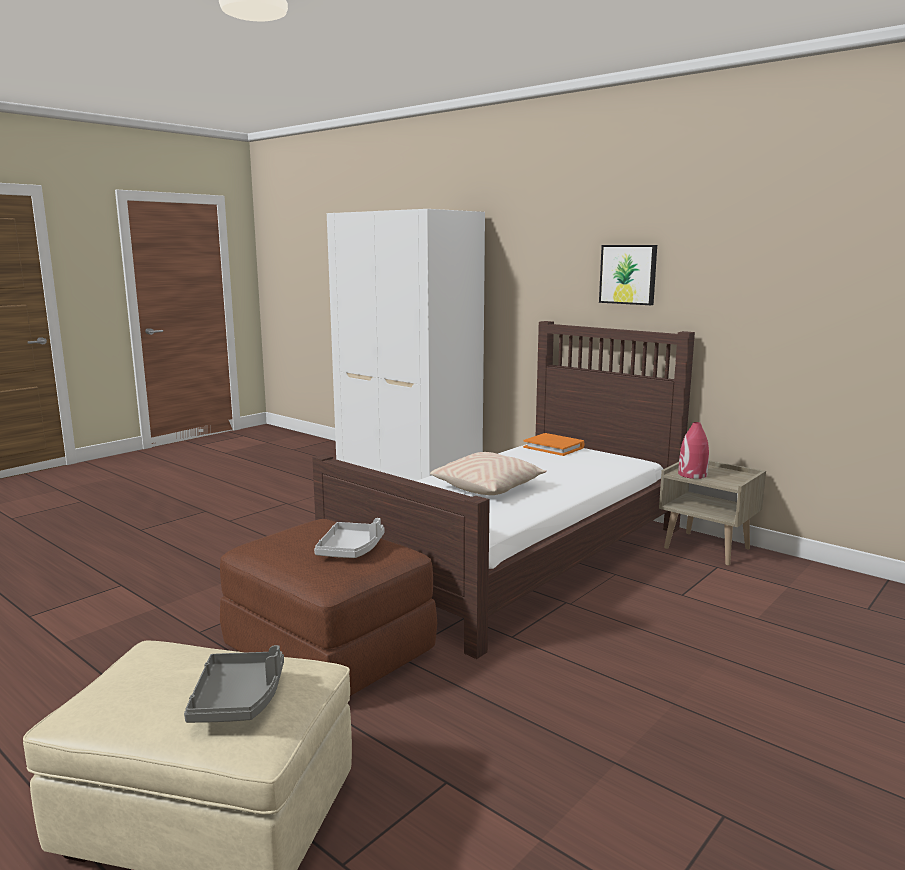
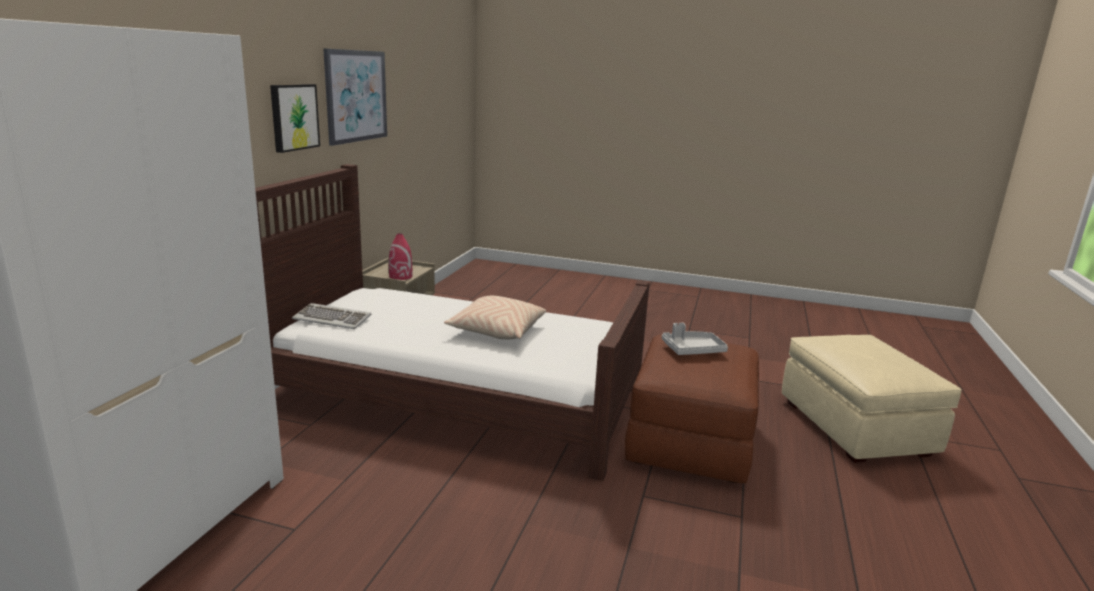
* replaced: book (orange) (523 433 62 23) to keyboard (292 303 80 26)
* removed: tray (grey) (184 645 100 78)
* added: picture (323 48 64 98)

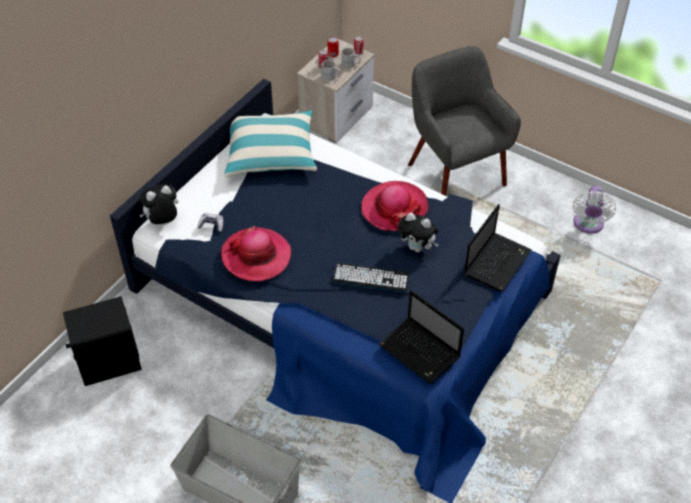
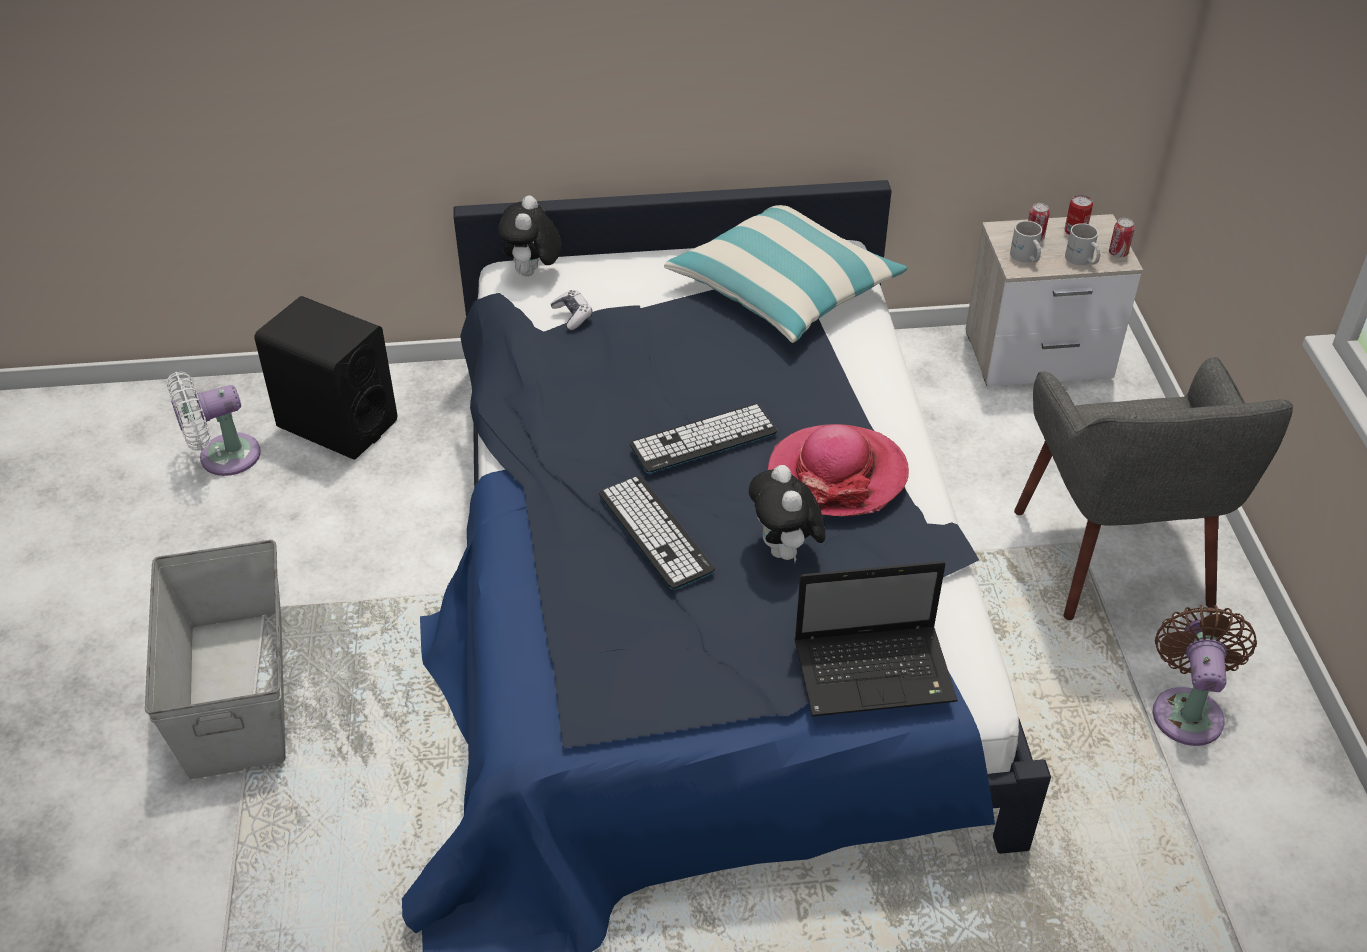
* turned: armchair (grey) (408 46 113 150) = (1014 357 279 263) 150 degrees clockwise
* turned: plush toy (139 184 40 40) = (498 195 63 81) 105 degrees counterclockwise
* moved: fan (white) (573 186 43 48) to (167 372 94 104)
* removed: hat (221 226 71 55)
* removed: laptop (378 290 86 94)
* added: keyboard (630 404 147 69)
* added: fan (brown) (1153 605 104 141)

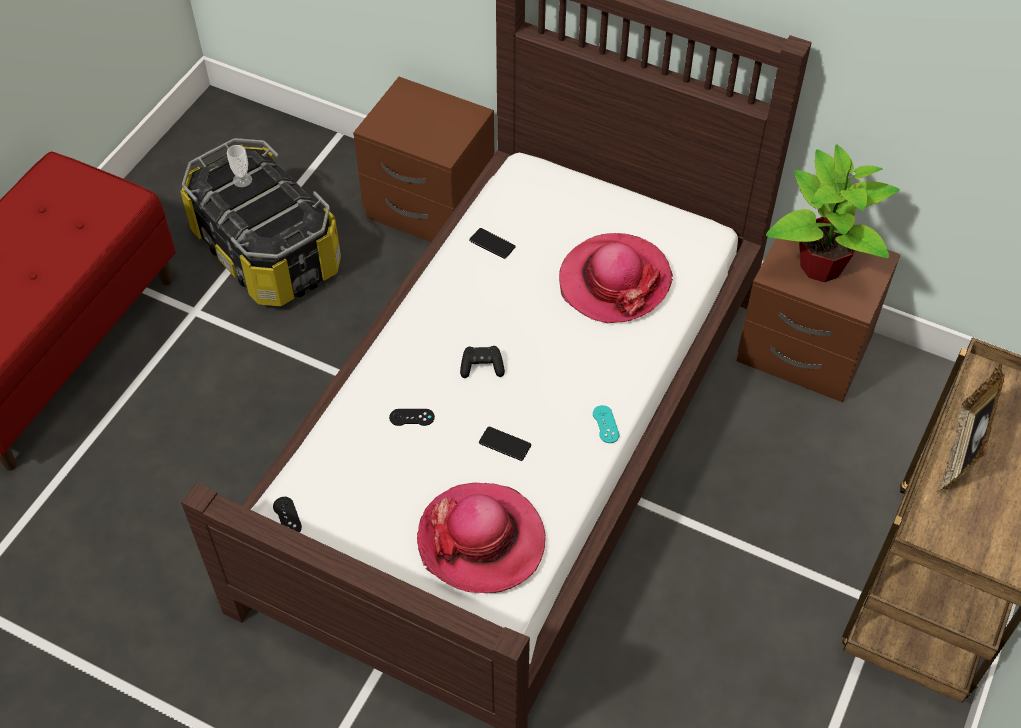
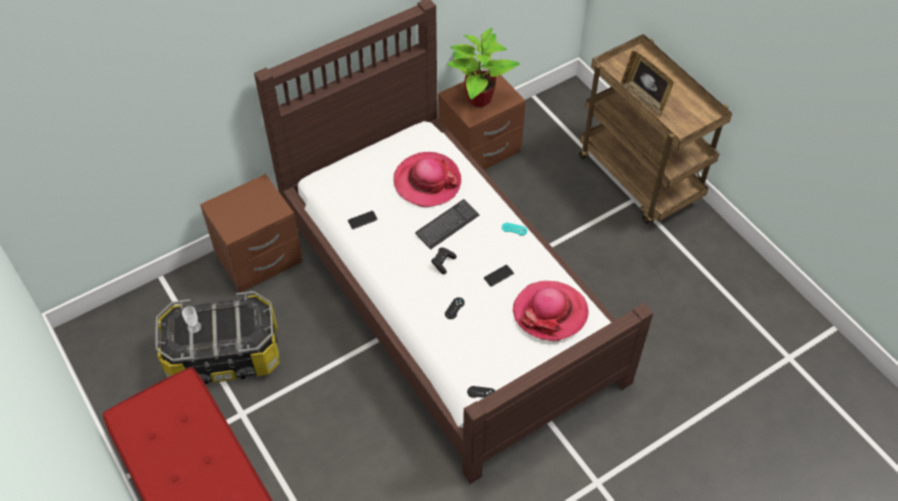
* added: keyboard (415 199 64 51)

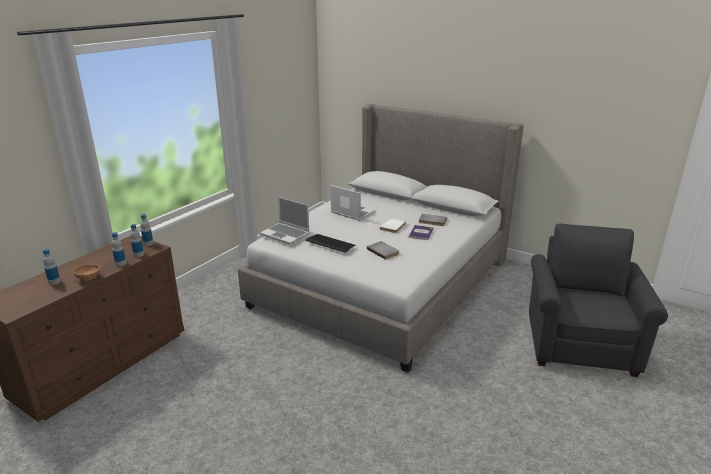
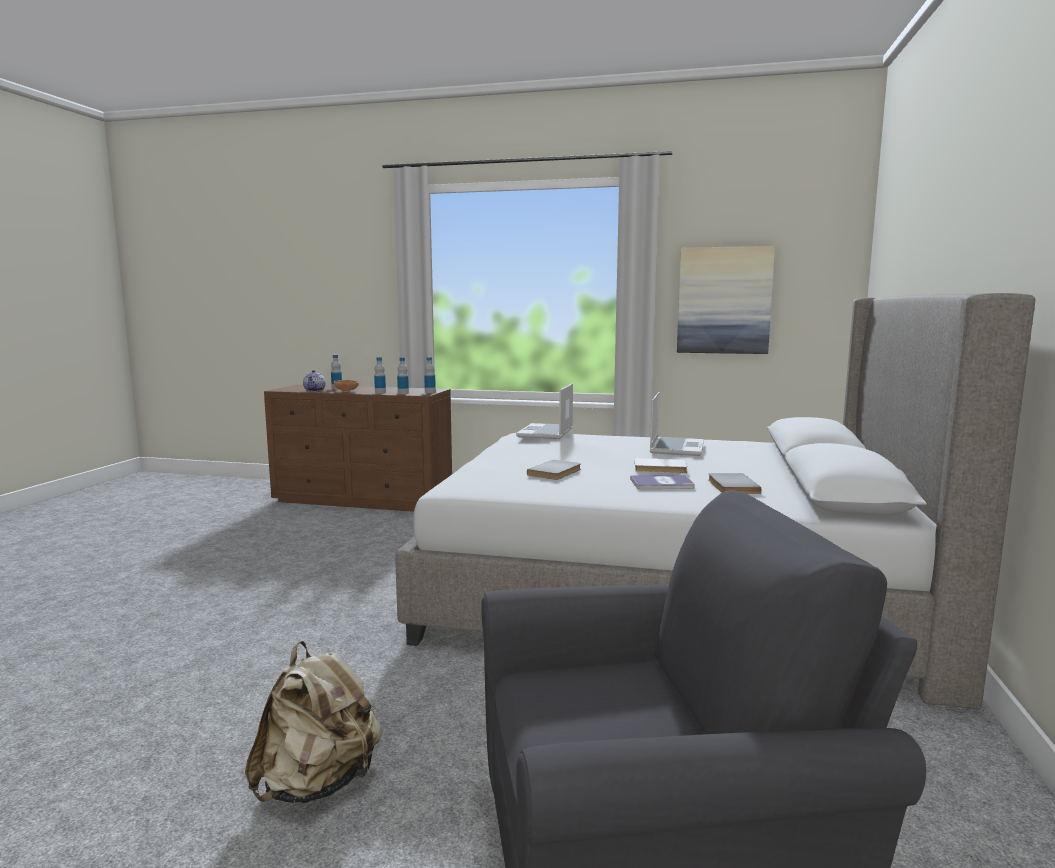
* removed: keyboard (305 234 51 19)
* added: picture (677 246 98 108)
* added: teapot (303 370 22 22)
* added: backpack (beige) (245 641 137 162)

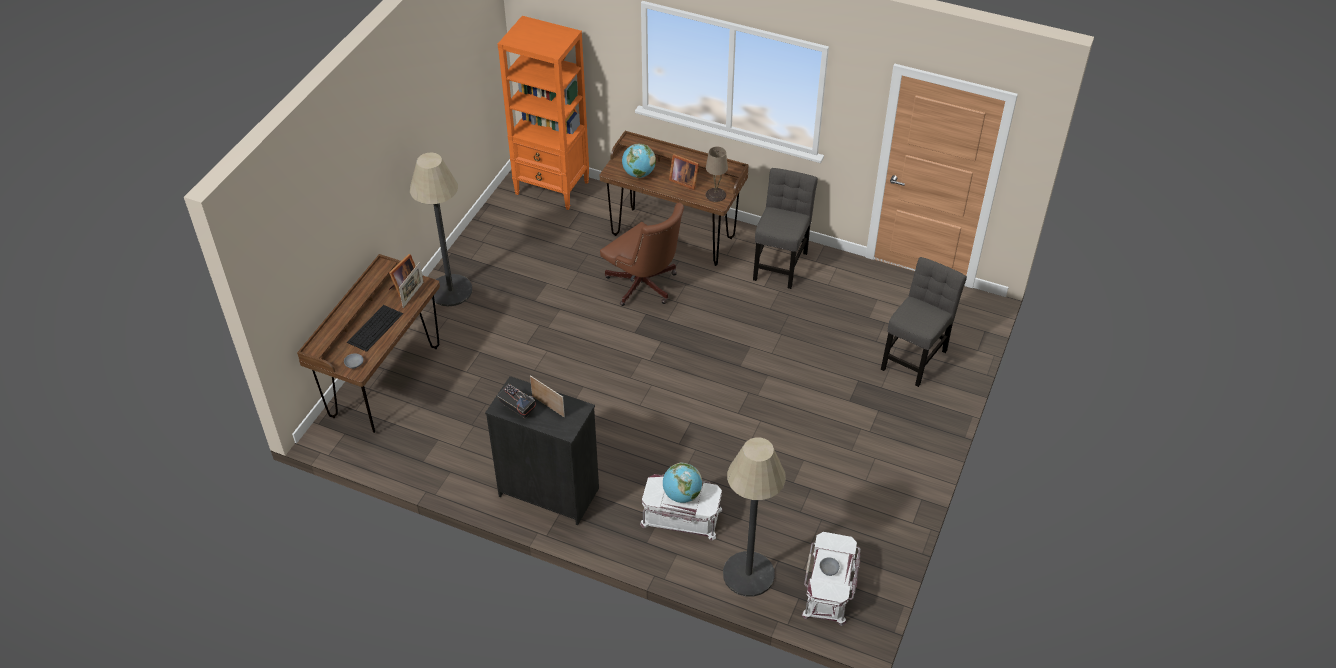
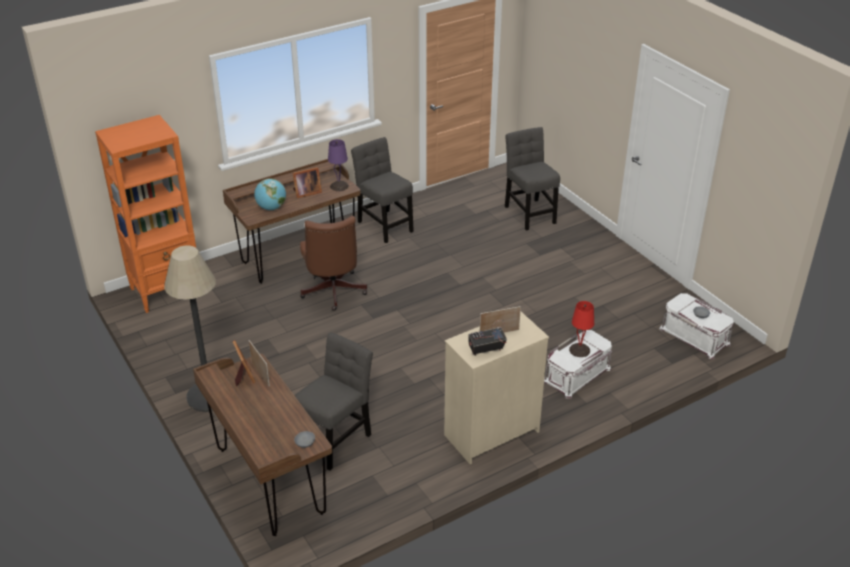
* recoloured: table lamp (beige) (706 147 22 55) to table lamp (purple) (328 139 21 52)
* turned: office chair (brown) (600 202 84 104) = (300 216 67 95) 90 degrees clockwise
* removed: keyboard (347 305 56 47)
* recoloured: dresser (black) (485 376 114 149) to dresser (beige) (444 311 105 153)
* removed: floor lamp (723 437 63 160)
* replaced: globe (663 462 39 41) to table lamp (red) (569 301 25 56)
* added: chair (grey) (295 333 78 138)

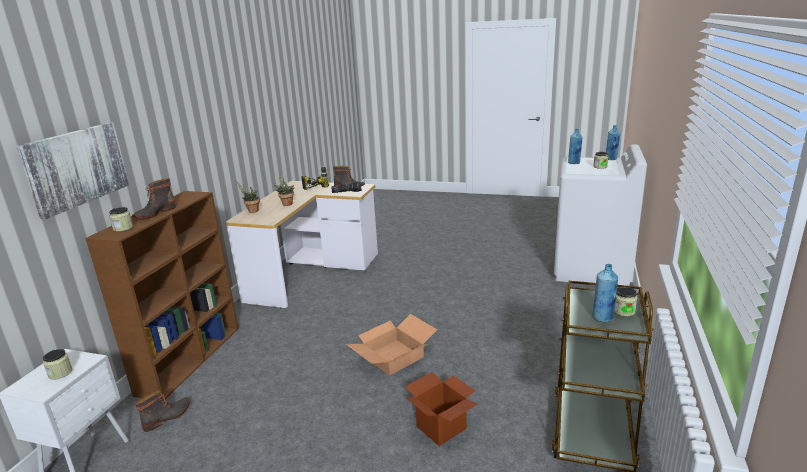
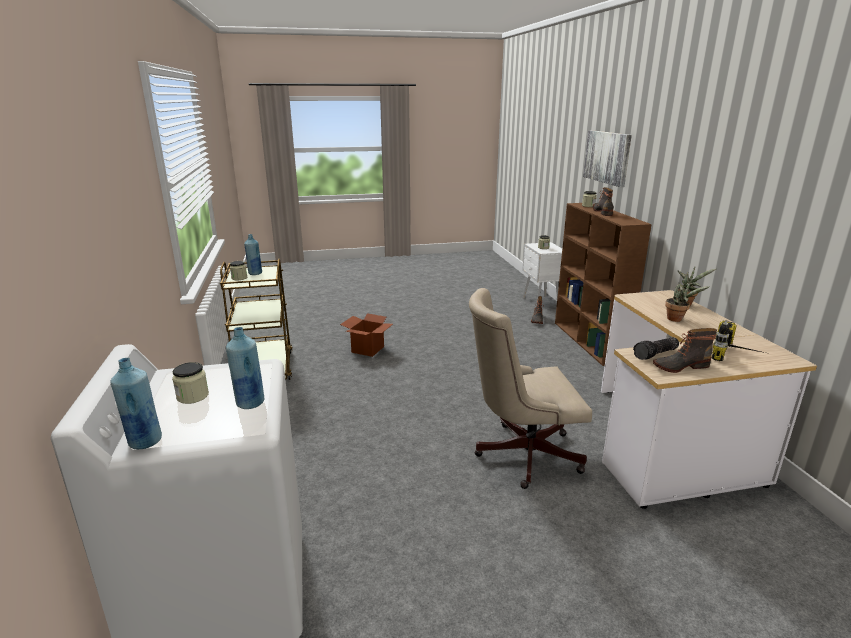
* removed: cardboard box (346 314 91 62)
* added: office chair (beige) (469 288 123 201)

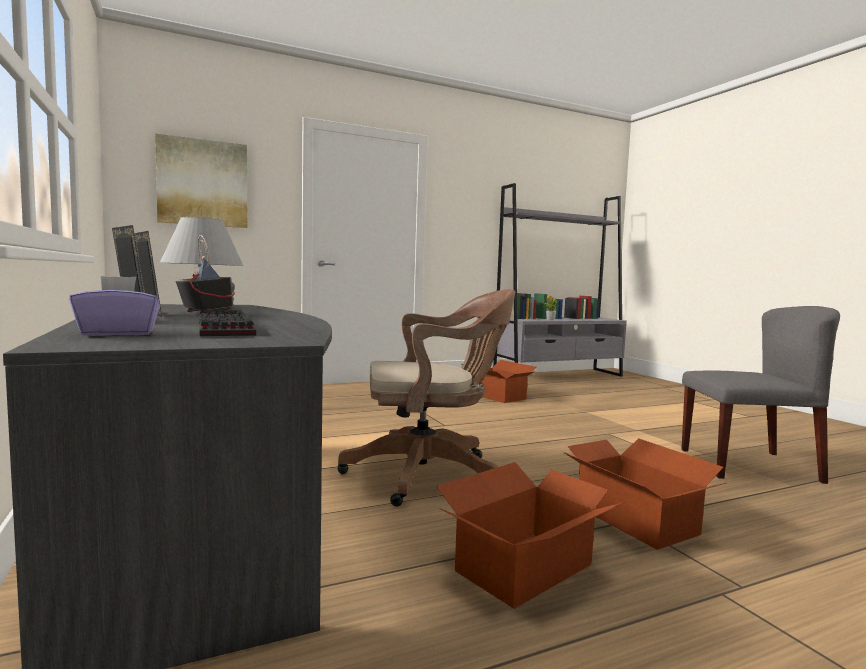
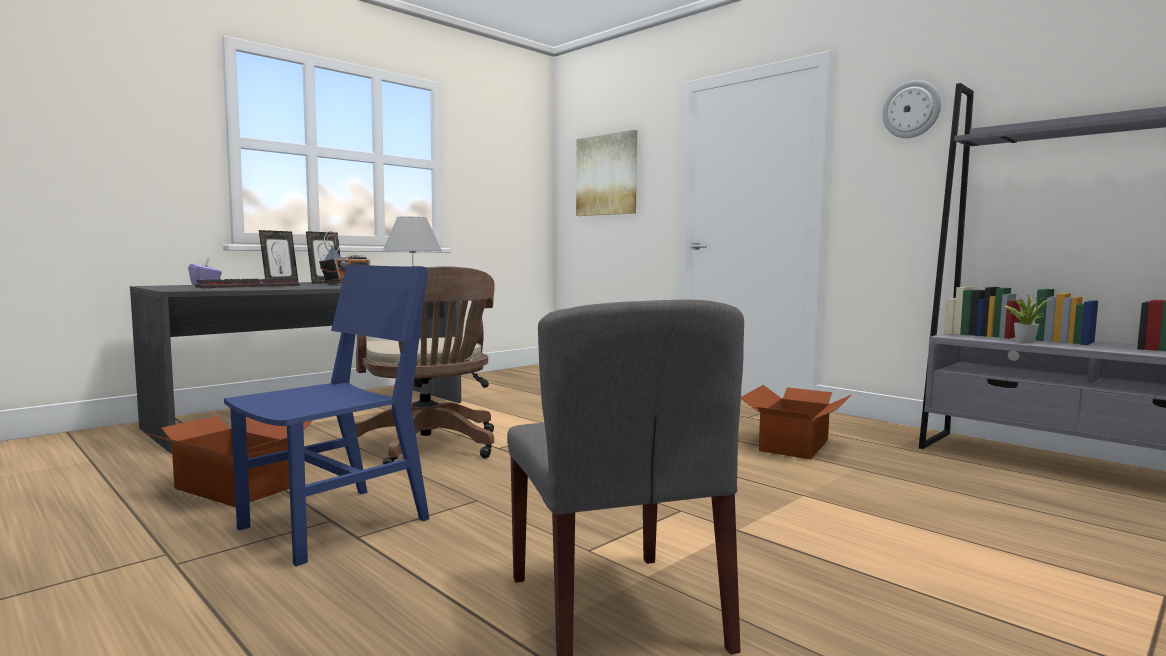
* replaced: cardboard box (562 438 164 112) to chair (blue) (224 264 205 303)
* added: wall clock (882 80 59 58)

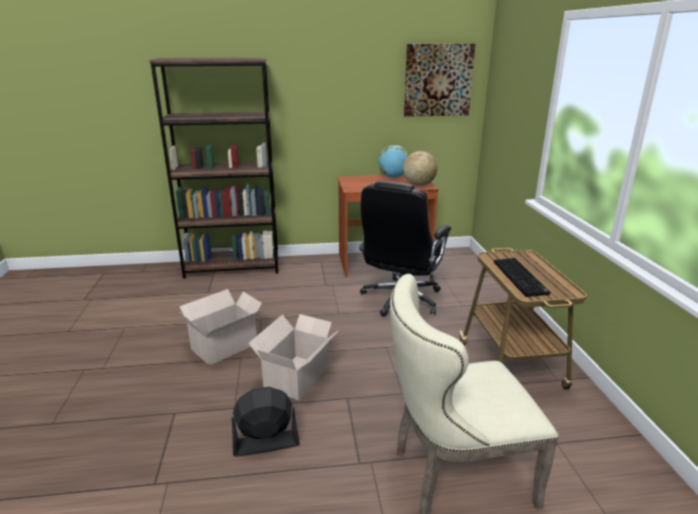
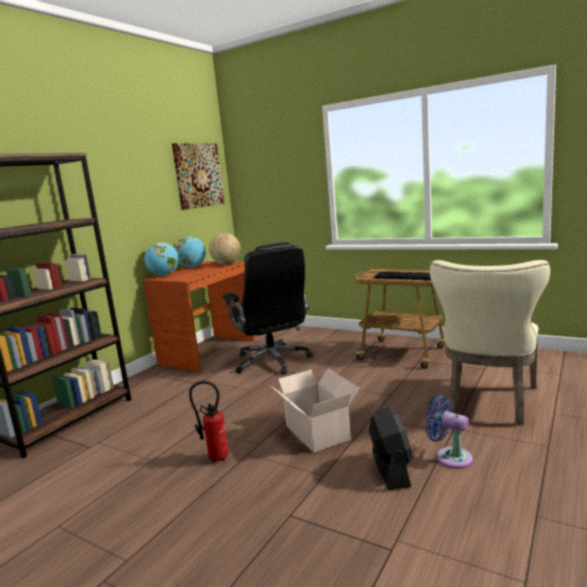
* replaced: cardboard box (179 289 83 76) to fire extinguisher (189 381 40 81)
* turned: fan (black) (232 387 68 70) = (369 406 44 84) 150 degrees clockwise
* added: globe (144 242 35 34)
* added: fan (blue) (425 395 48 74)

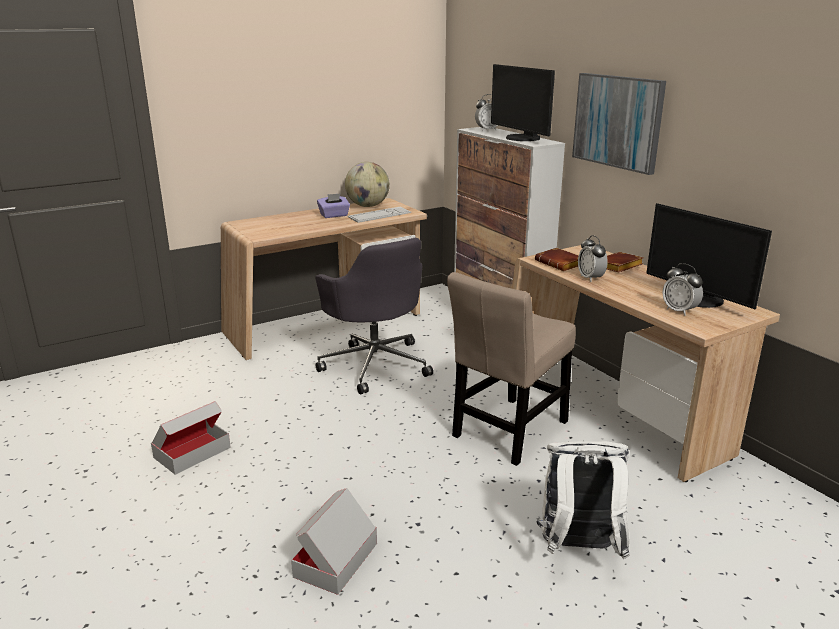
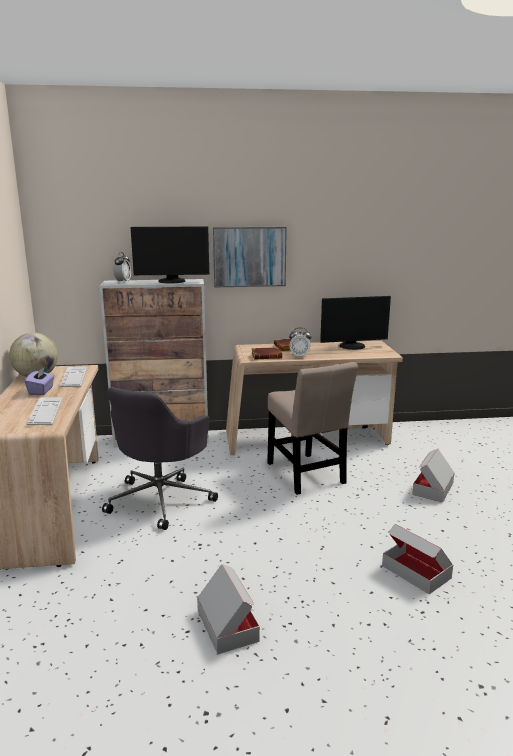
* turned: office chair (grey) (315 238 118 156) = (102 387 116 143) 120 degrees clockwise
* removed: alarm clock (663 263 40 53)
* replaced: backpack (white) (536 441 94 118) to cardboard box (412 449 43 53)
* added: keyboard (27 397 36 28)

